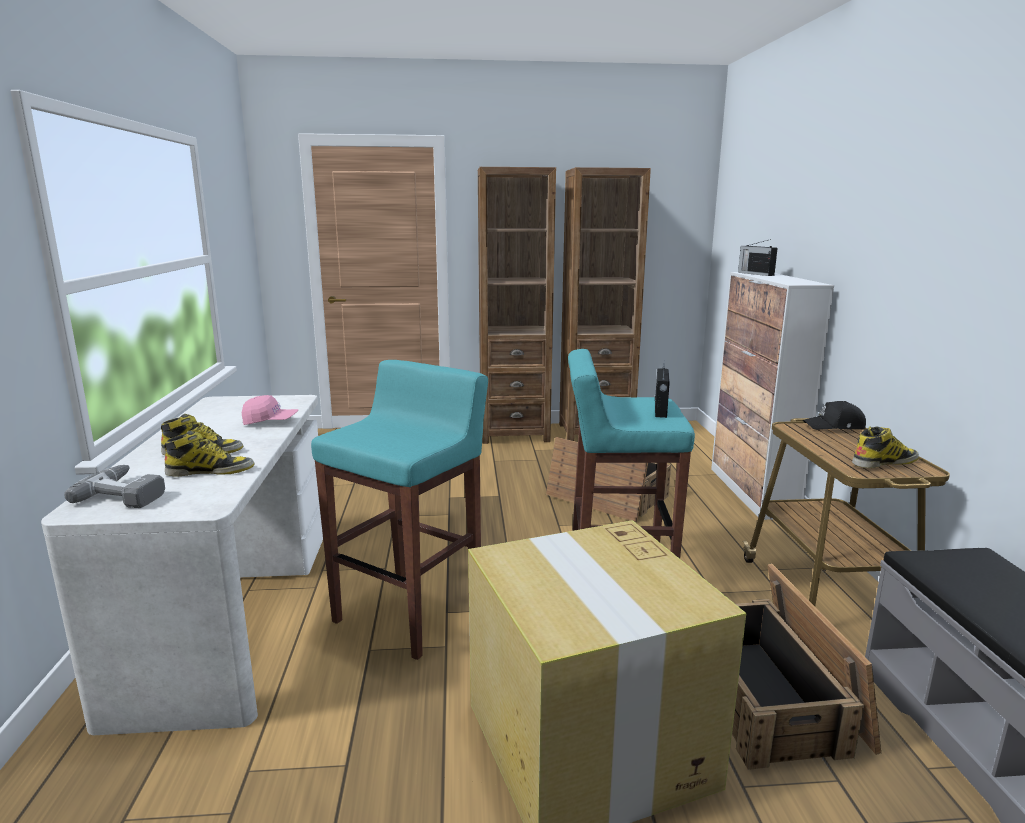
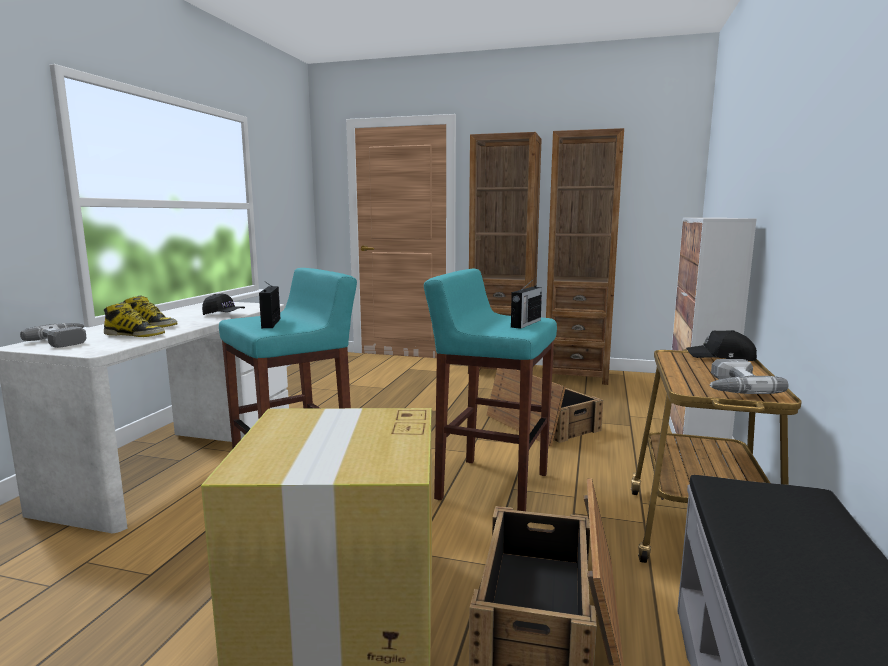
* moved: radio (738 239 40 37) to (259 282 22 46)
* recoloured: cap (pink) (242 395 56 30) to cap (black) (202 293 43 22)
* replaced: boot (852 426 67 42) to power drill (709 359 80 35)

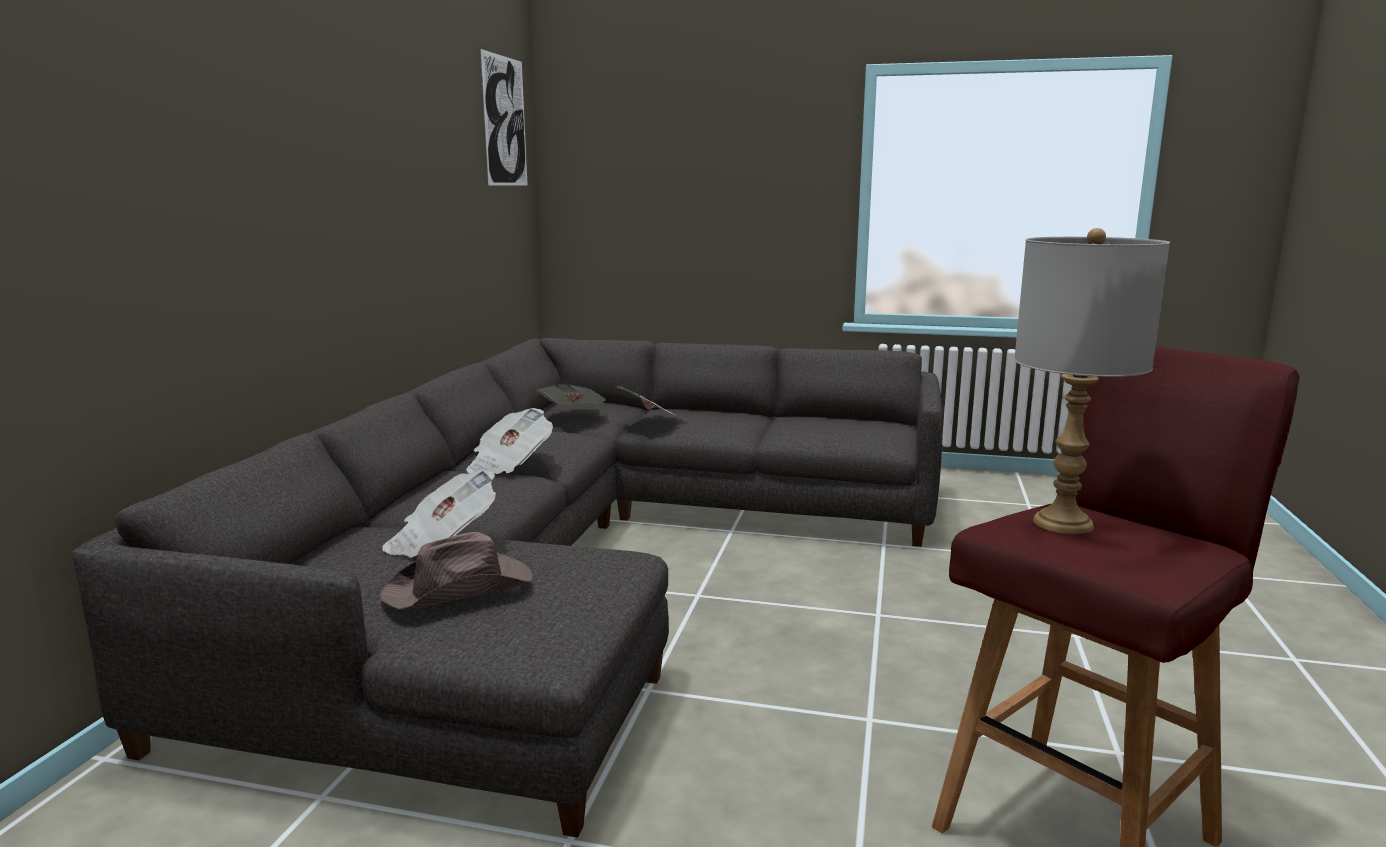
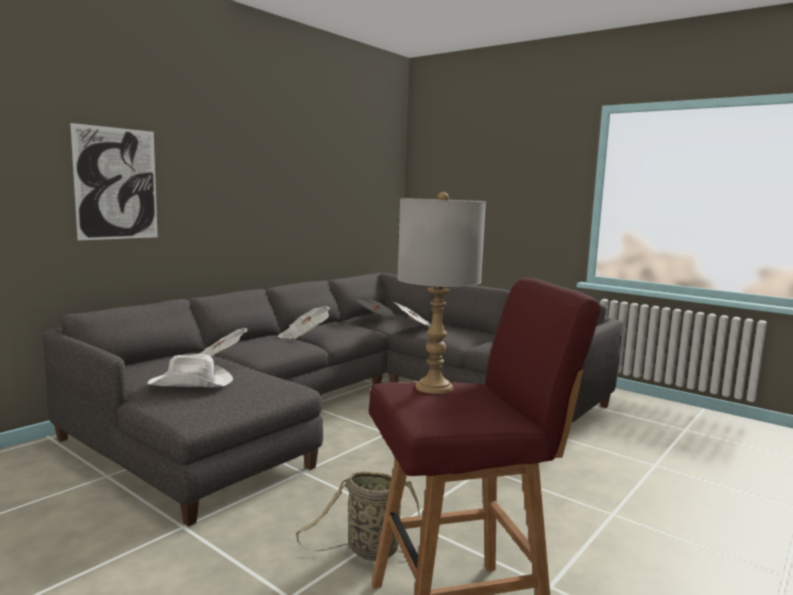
* moved: picture (480 49 48 136) to (70 123 88 117)
* recoloured: hat (brown) (380 532 153 78) to hat (white) (148 354 85 33)
* added: basket (296 471 123 90)

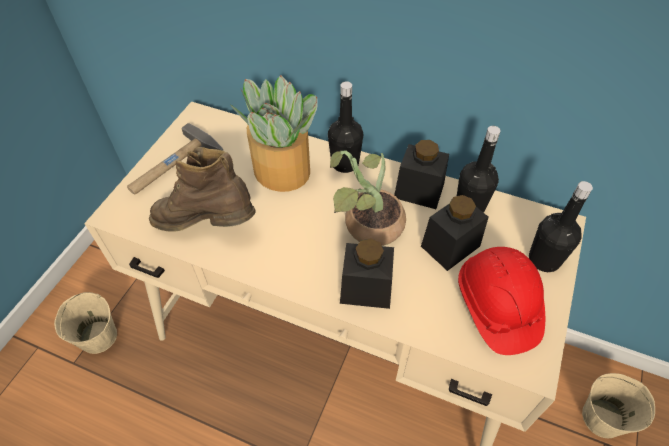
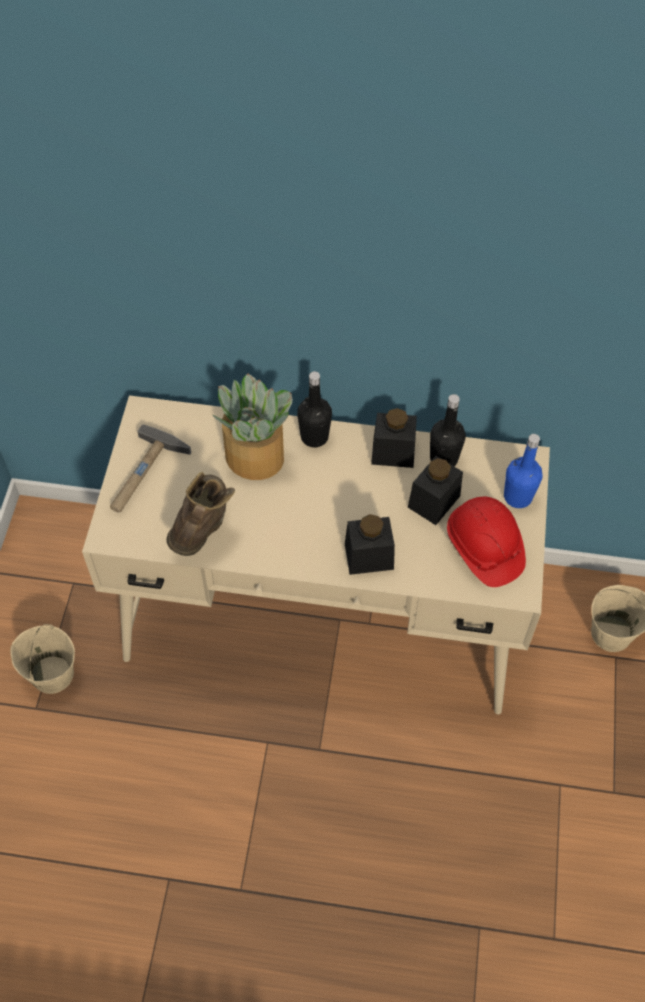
* turned: boot (brown) (149 147 107 85) = (166 472 69 84) 105 degrees clockwise
* removed: potted plant (330 151 76 95)
* recoloured: bottle (black) (529 181 64 91) to bottle (blue) (504 434 39 74)

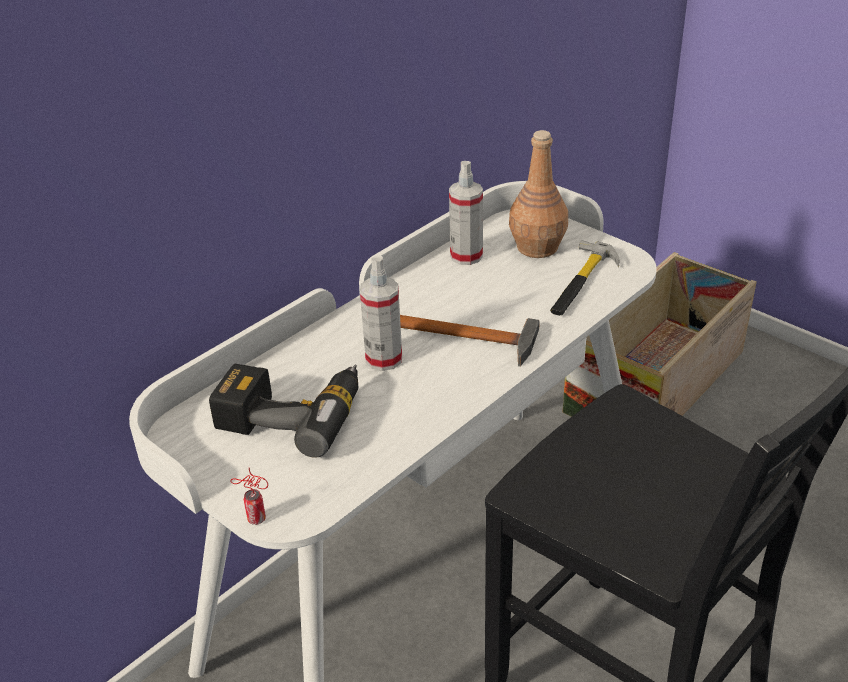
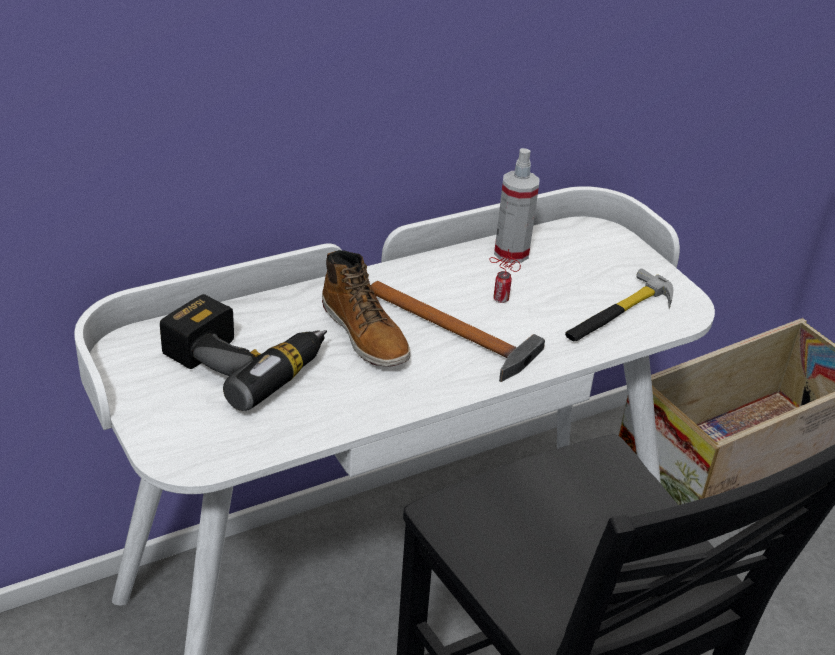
* removed: bottle (brown) (509 130 59 128)
* replaced: spray bottle (360 256 42 115) to boot (322 250 88 116)
* moved: can (230 468 38 57) to (489 249 32 54)

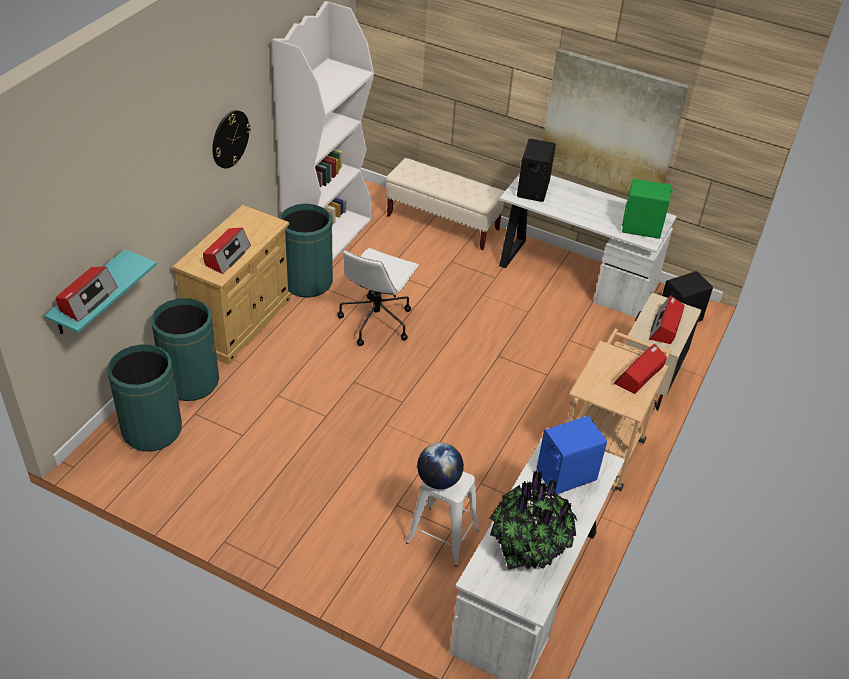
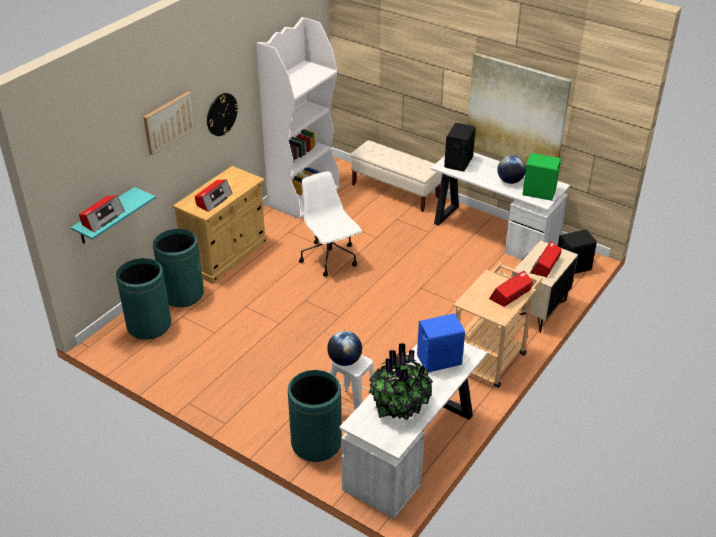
* moved: trash can (green) (279 204 54 94) to (288 370 54 92)
* turned: office chair (white) (338 248 81 98) = (299 171 63 105) 120 degrees clockwise
* added: picture (143 91 52 64)
* added: globe (497 155 29 29)

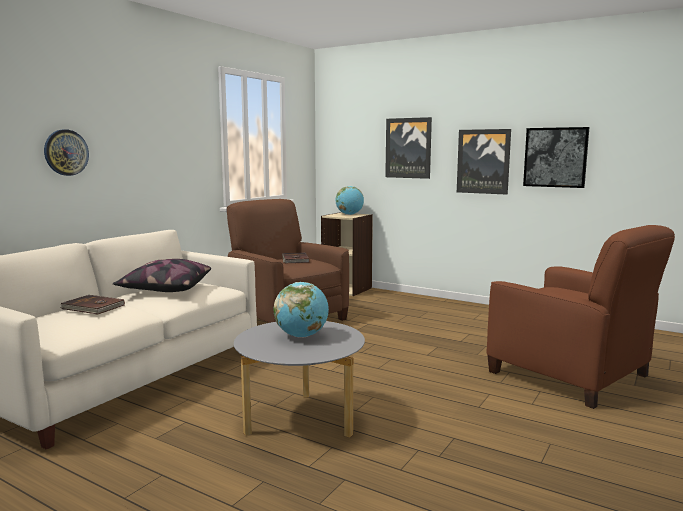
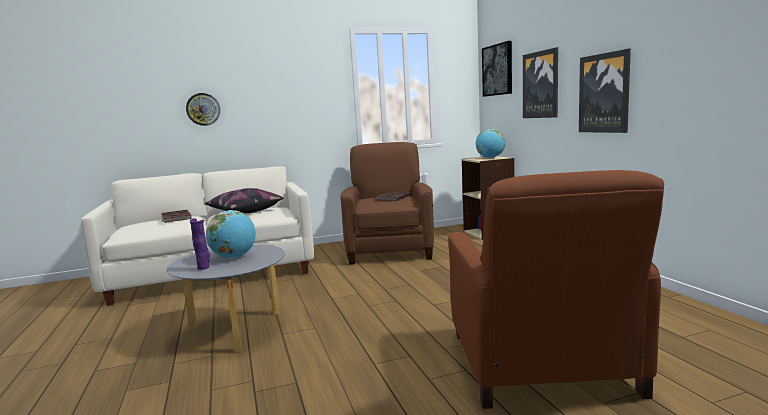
* moved: picture (523 127 66 61) to (482 41 30 56)
* added: vase (purple) (190 218 20 52)

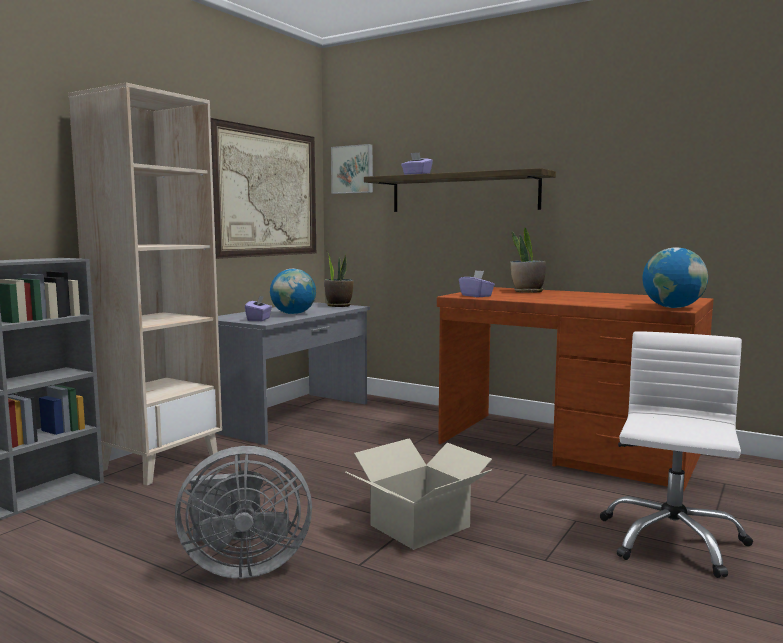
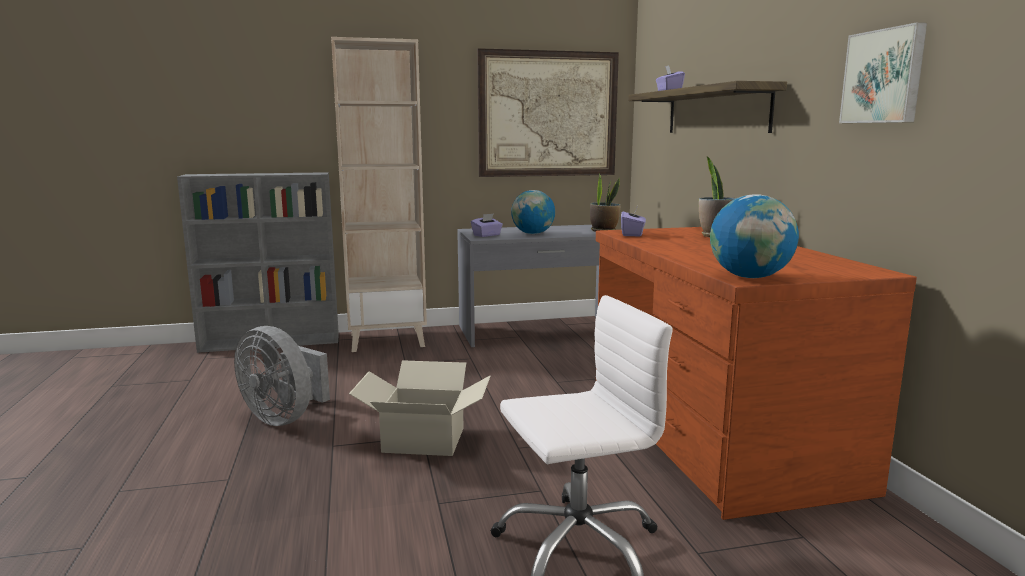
* moved: picture (331 144 42 50) to (839 22 88 101)

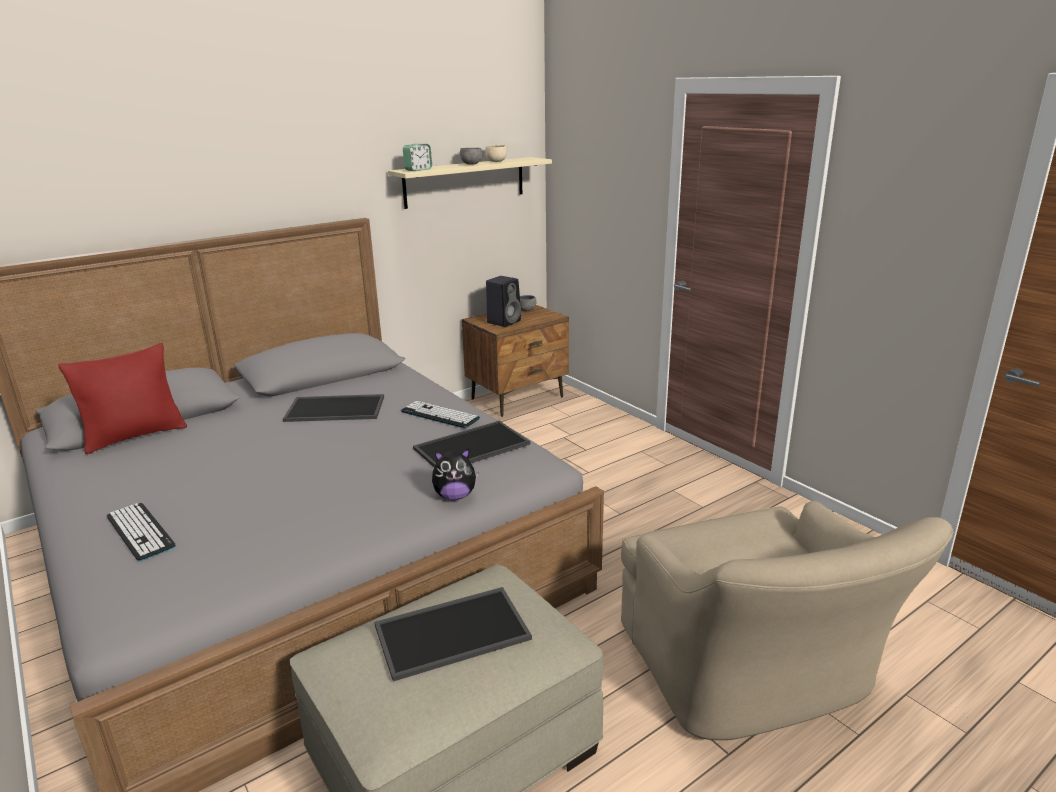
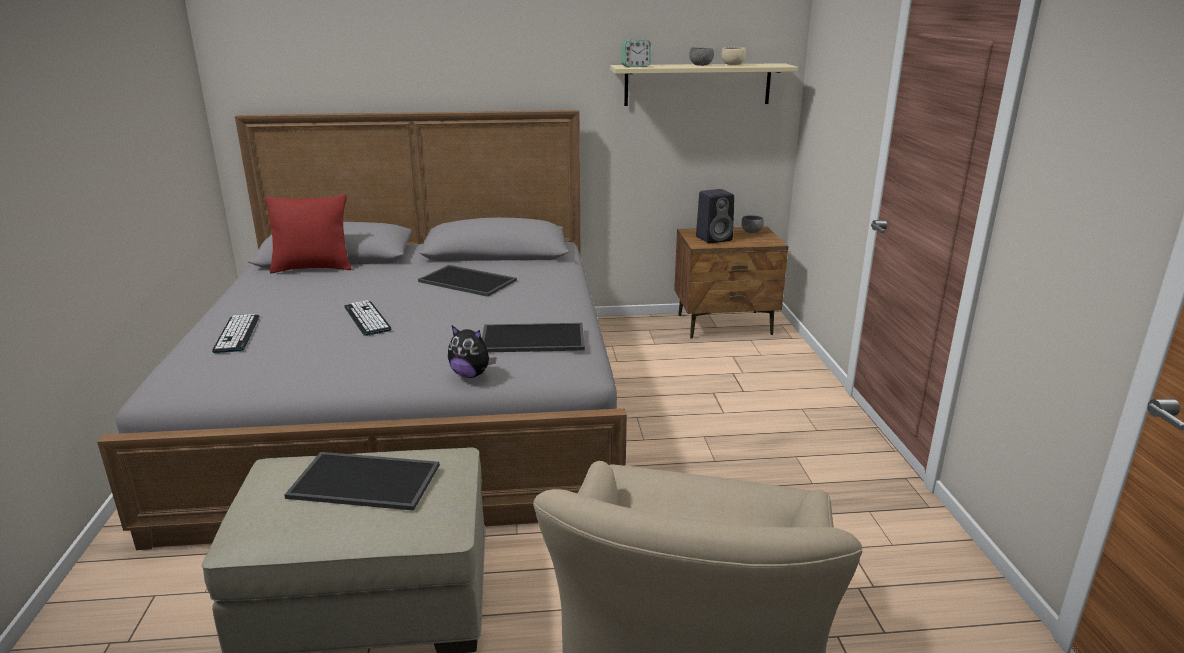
* moved: keyboard (401 401 79 27) to (344 300 48 36)

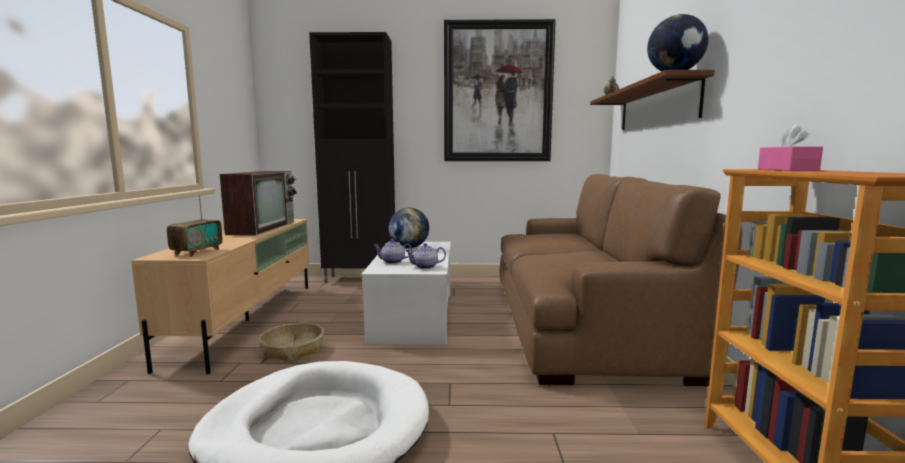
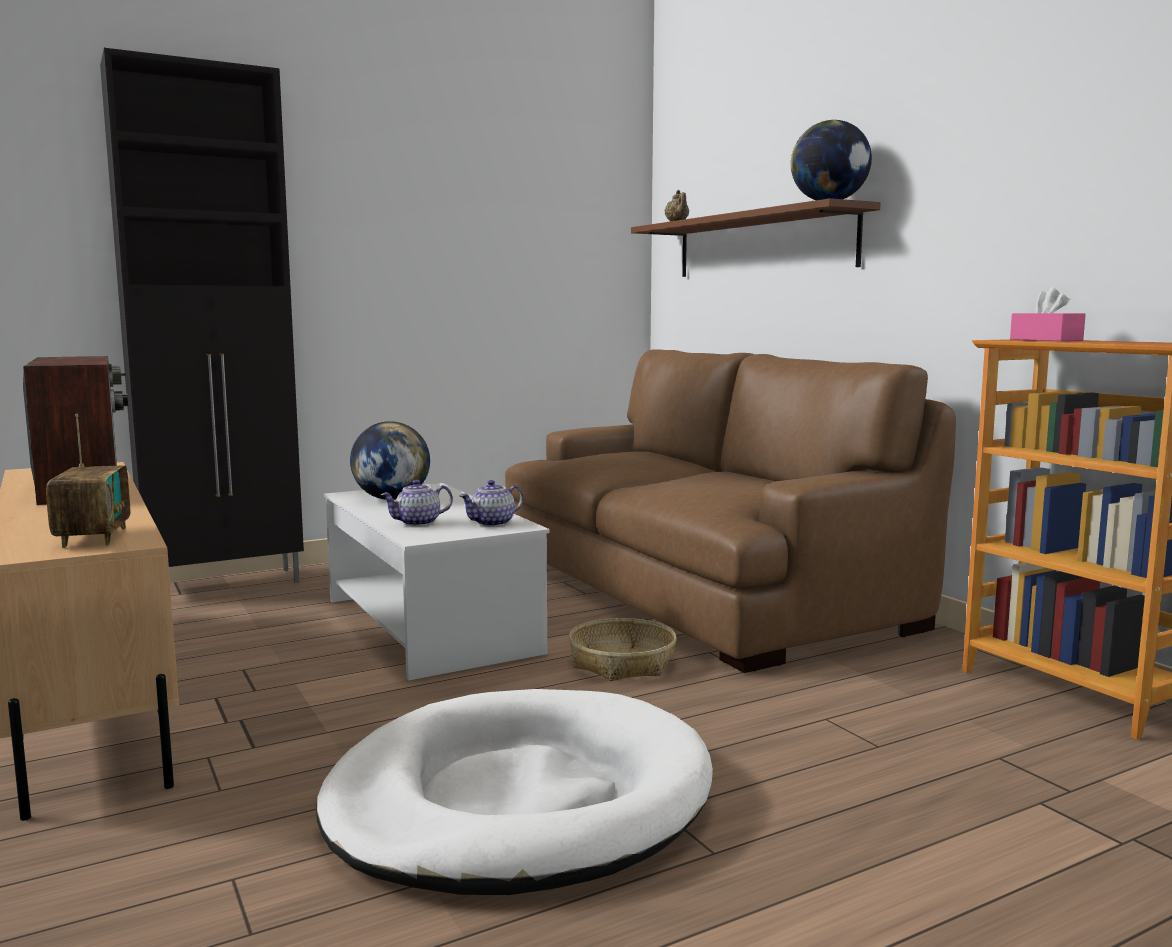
* removed: picture (444 19 112 142)
* moved: basket (259 323 65 39) to (569 618 108 63)

